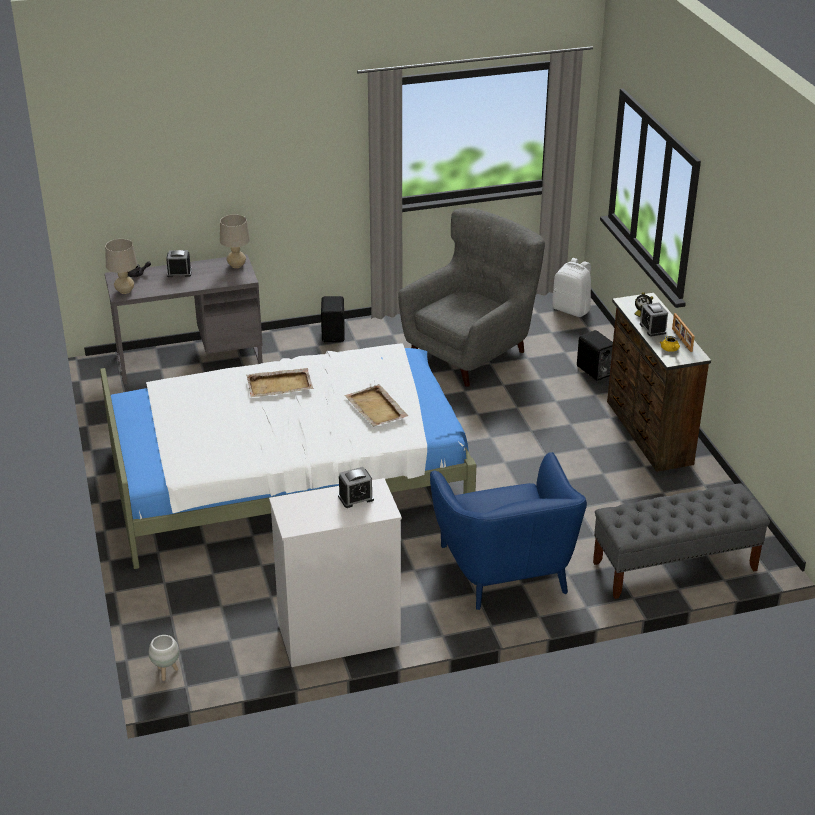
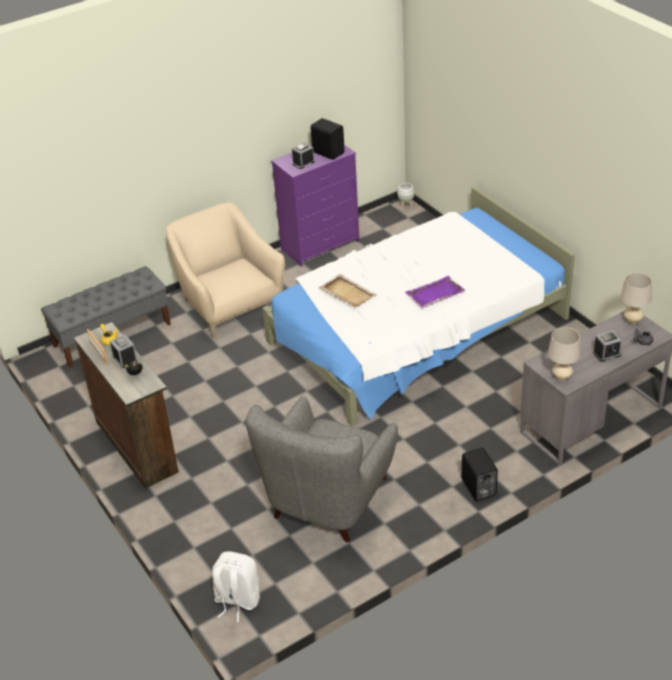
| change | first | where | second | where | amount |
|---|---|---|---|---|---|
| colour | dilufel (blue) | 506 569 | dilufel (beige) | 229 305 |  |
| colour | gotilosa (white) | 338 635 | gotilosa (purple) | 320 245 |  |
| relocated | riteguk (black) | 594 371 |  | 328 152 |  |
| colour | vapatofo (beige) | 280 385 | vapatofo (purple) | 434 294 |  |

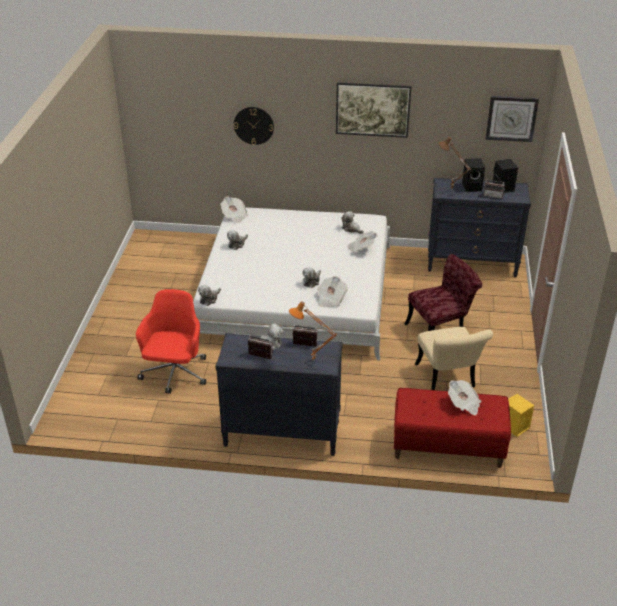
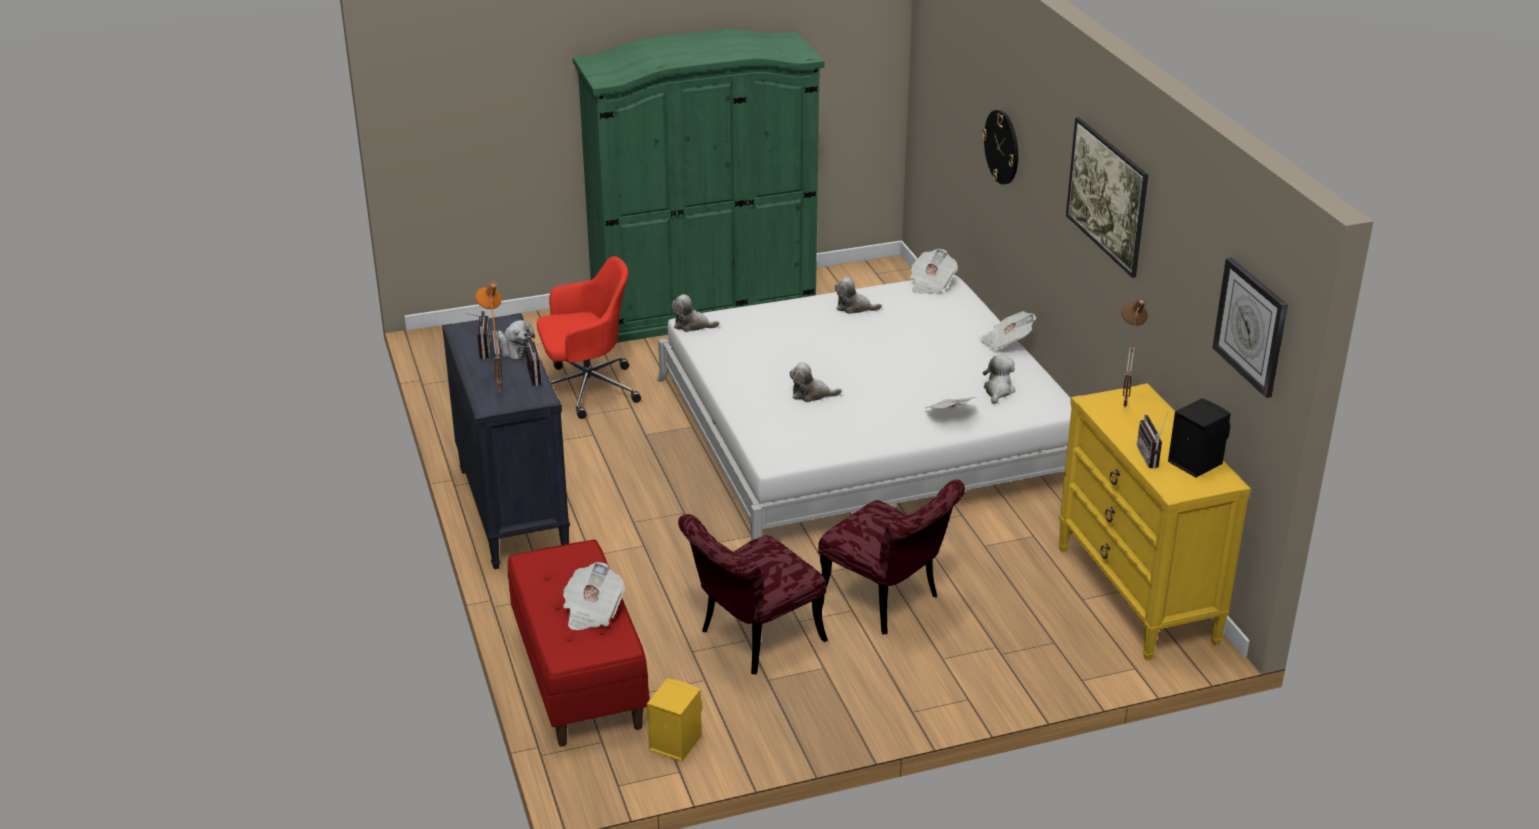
| change | first | where | second | where | amount |
|---|---|---|---|---|---|
| appeared |  |  | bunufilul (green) | 703 307 |  |
| colour | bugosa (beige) | 448 380 | bugosa (red) | 752 640 |  |
| relocated | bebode | 331 299 |  | 1006 343 |  |
| colour | gotilosa (black) | 472 263 | gotilosa (yellow) | 1137 595 |  |
| missing | riteguk (black) | 472 187 |  |  |  |

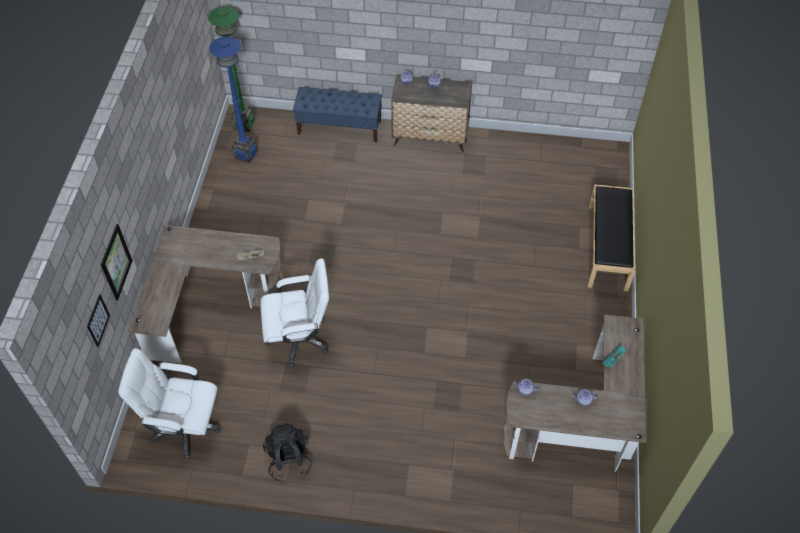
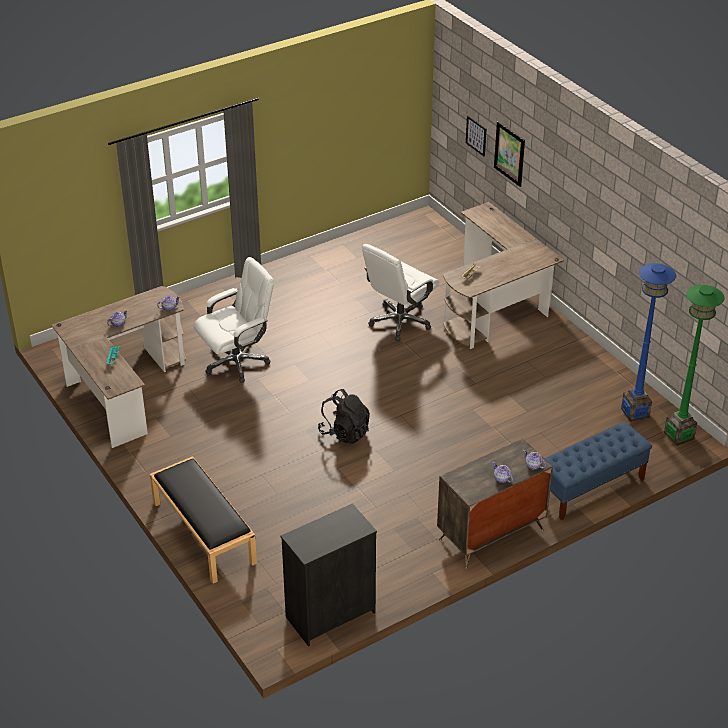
| change | first | where | second | where | amount |
|---|---|---|---|---|---|
| relocated | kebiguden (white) | 184 427 |  | 237 362 |  |
| appeared |  |  | gotilosa (black) | 330 614 |  |
| relocated | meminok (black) | 289 459 |  | 344 432 |  |

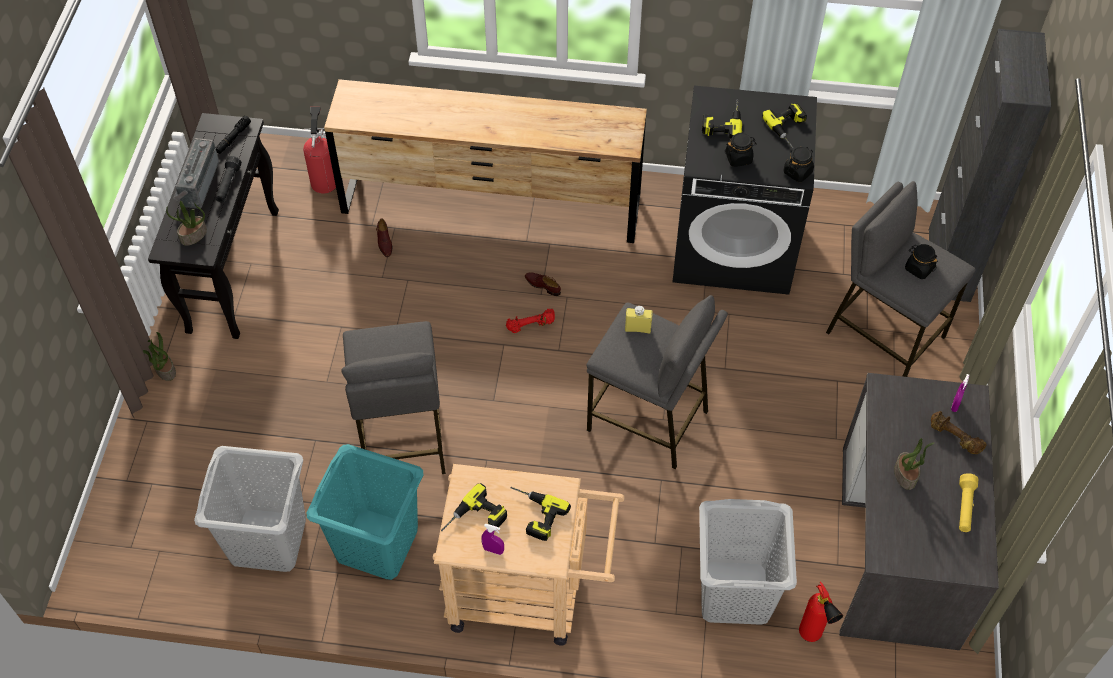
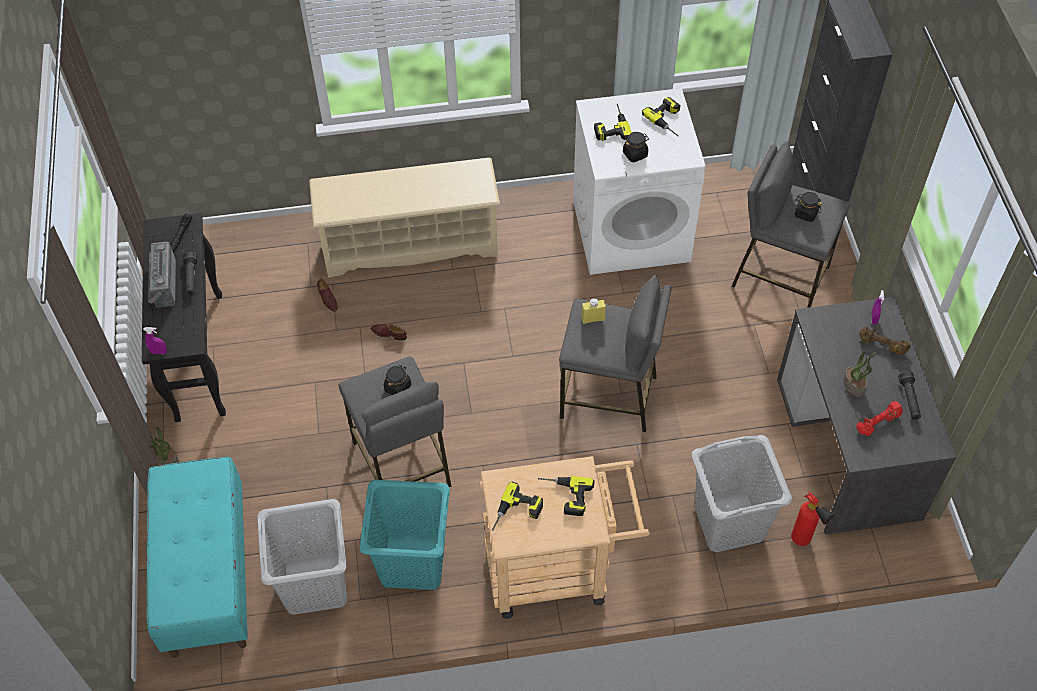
| change | first | where | second | where | amount |
|---|---|---|---|---|---|
| relocated | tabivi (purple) | 493 550 |  | 159 352 |  |
| appeared |  |  | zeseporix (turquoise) | 207 575 |  |
| exchanged | gotilosa (brown) | 491 204 | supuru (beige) | 410 244 |  |
| relocated | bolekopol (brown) | 542 285 |  | 389 334 |  |
| relocated | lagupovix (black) | 797 172 |  | 398 387 |  |
| colour | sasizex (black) | 735 245 | sasizex (white) | 631 230 |  |
| relocated | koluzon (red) | 531 325 |  | 878 423 |  |
| colour | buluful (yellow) | 964 507 | buluful (black) | 909 400 |  |
| missing | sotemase | 193 236 |  |  |  |
| missing | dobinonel | 324 180 |  |  |  |

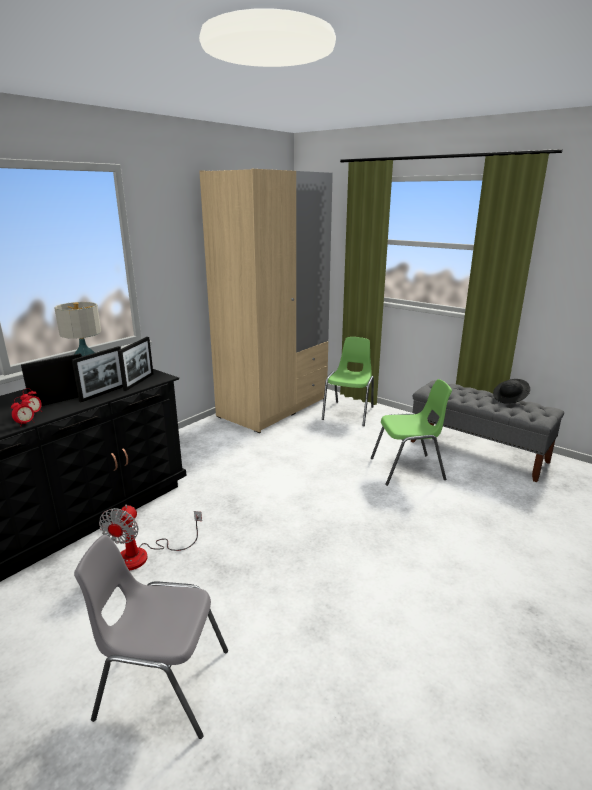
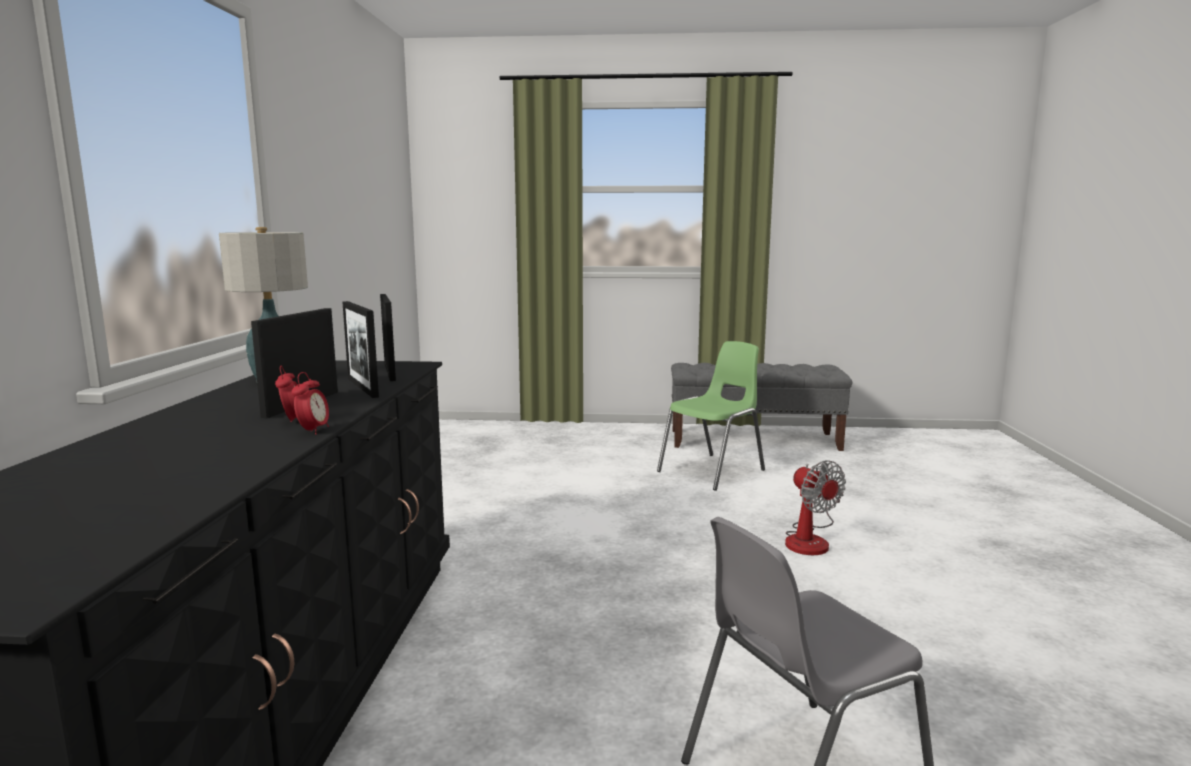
| change | first | where | second | where | amount |
|---|---|---|---|---|---|
| spun | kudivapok | 103 393 |  | 362 387 | 150 degrees clockwise |
| relocated | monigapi | 144 555 |  | 810 539 |  |
| missing | bunufilul (beige) | 273 407 |  |  |  |
| missing | bugosa (green) | 349 413 |  |  |  |
| missing | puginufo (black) | 510 399 |  |  |  |

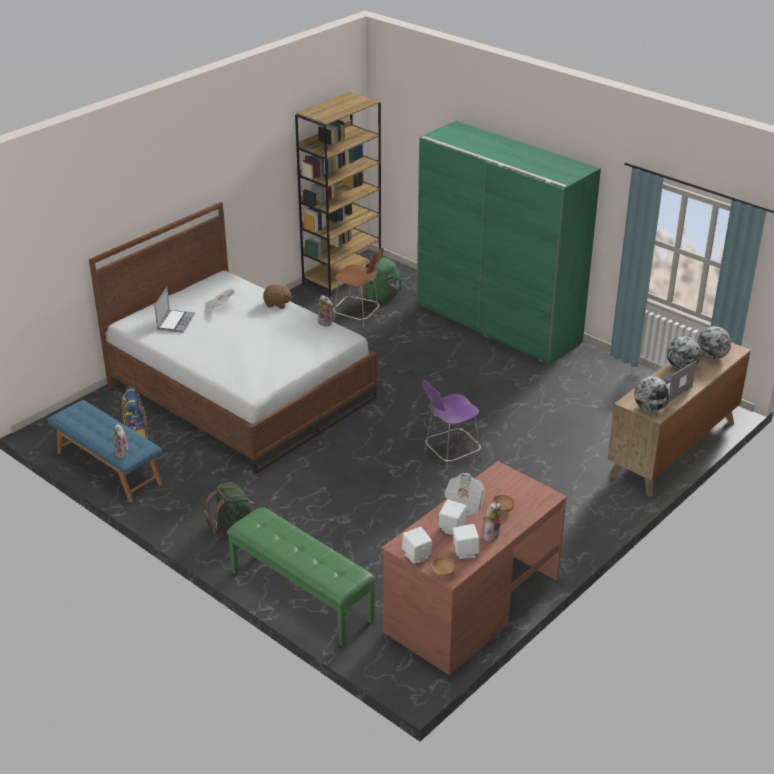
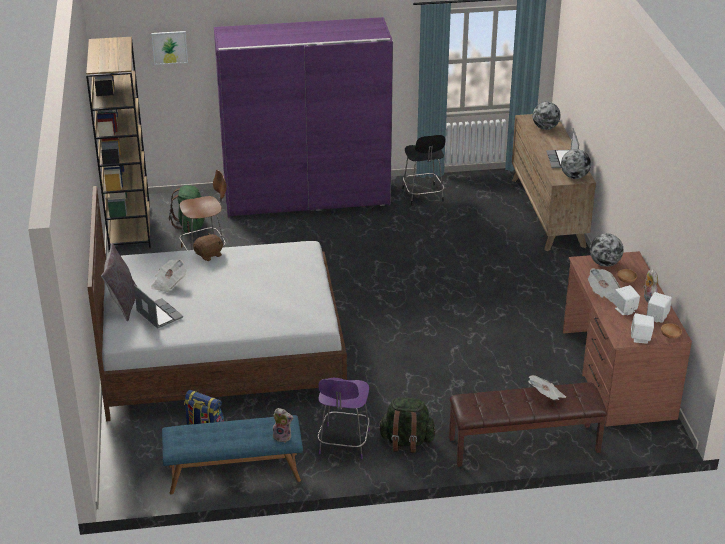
| change | first | where | second | where | amount |
|---|---|---|---|---|---|
| appeared |  |  | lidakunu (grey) | 122 304 |  |
| appeared |  |  | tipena | 169 47 |  |
| colour | bunufilul (green) | 497 323 | bunufilul (purple) | 307 197 |  |
| relocated | bugosa (purple) | 450 457 |  | 343 443 |  |
| appeared |  |  | bugosa (black) | 423 195 |  |
| colour | zeseporix (green) | 300 596 | zeseporix (brown) | 524 445 |  |
| appeared |  |  | bebode | 546 396 |  |
| relocated | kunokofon | 681 367 |  | 604 263 |  |
| missing | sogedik | 326 322 |  |  |  |

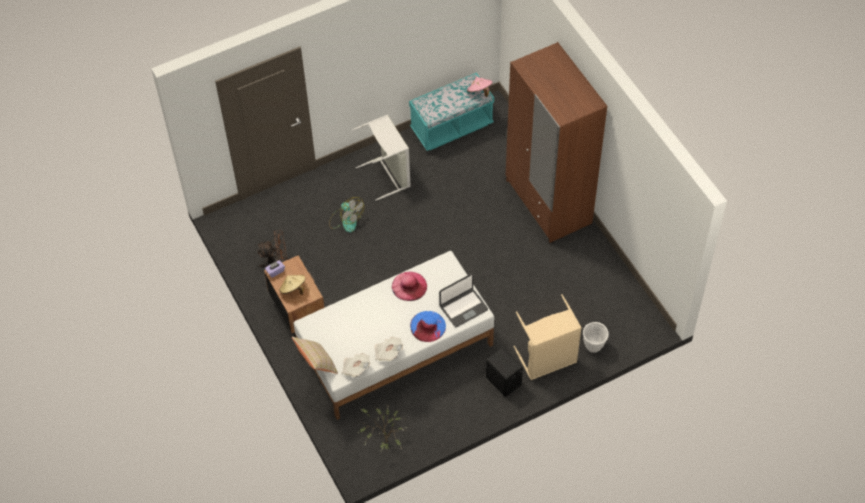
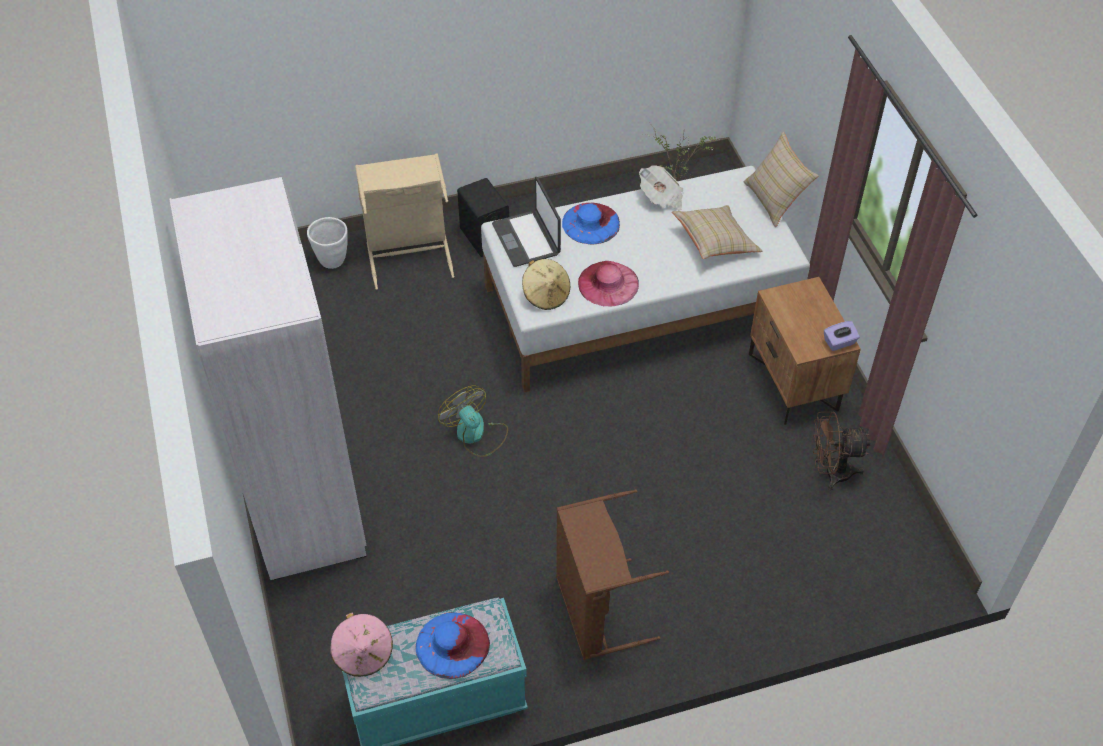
| change | first | where | second | where | amount |
|---|---|---|---|---|---|
| colour | bunufilul (brown) | 548 202 | bunufilul (white) | 304 499 |  |
| appeared |  |  | puginufo (blue) | 452 645 |  |
| relocated | monigapi | 346 220 |  | 476 434 |  |
| spun | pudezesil | 463 308 |  | 527 239 | 90 degrees counterclockwise |
| relocated | puginufo (beige) | 293 289 |  | 546 295 |  |
| colour | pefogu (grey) | 388 175 | pefogu (brown) | 595 611 |  |
| appeared |  |  | lidakunu (beige) | 714 242 |  |
| missing | bebode | 355 368 |  |  |  |

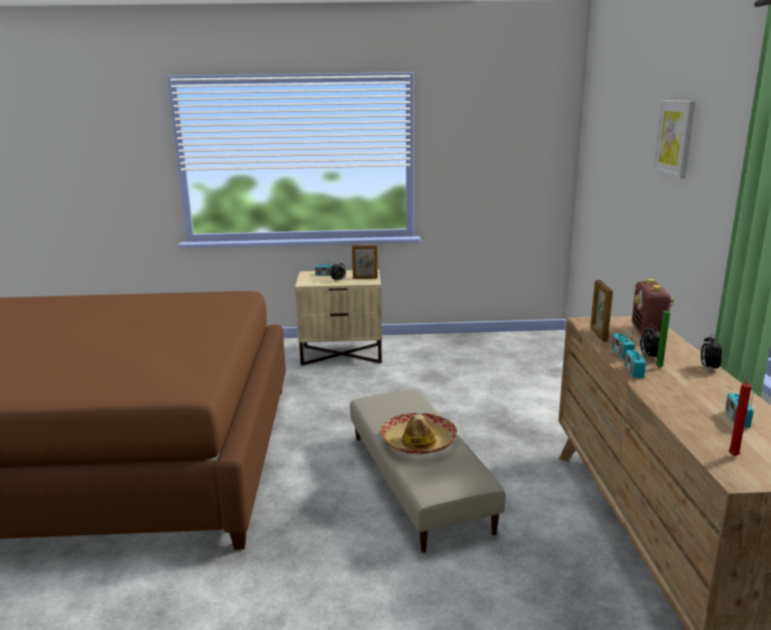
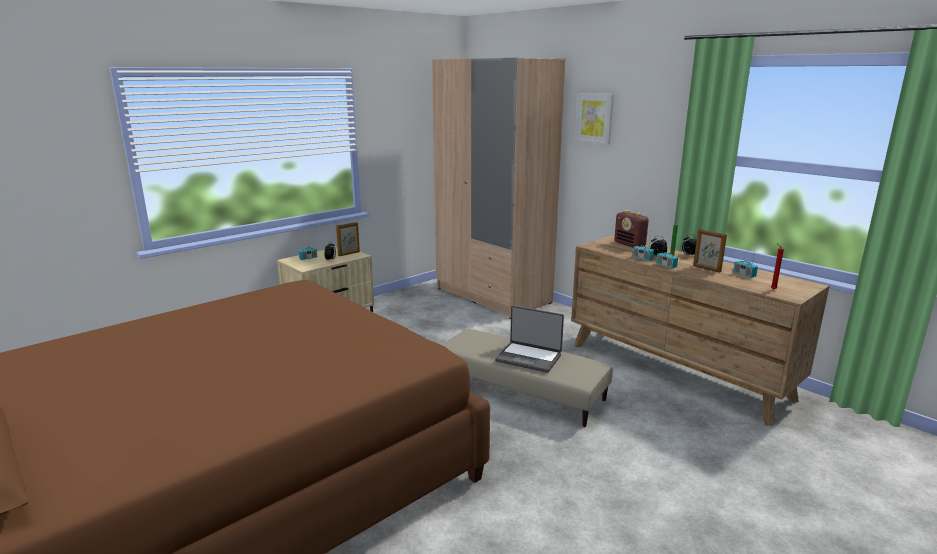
| change | first | where | second | where | amount |
|---|---|---|---|---|---|
| appeared |  |  | bunufilul (beige) | 493 295 |  |
| exchanged | puginufo | 418 442 | pudezesil | 529 357 |  |
| relocated | kudivapok | 598 334 |  | 706 269 |  |

